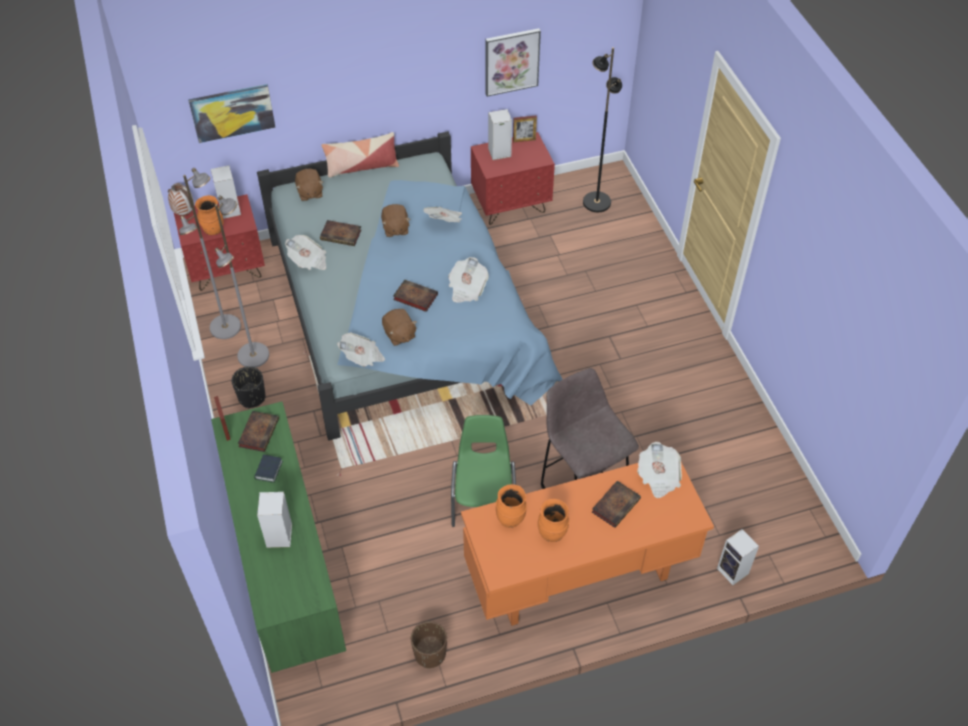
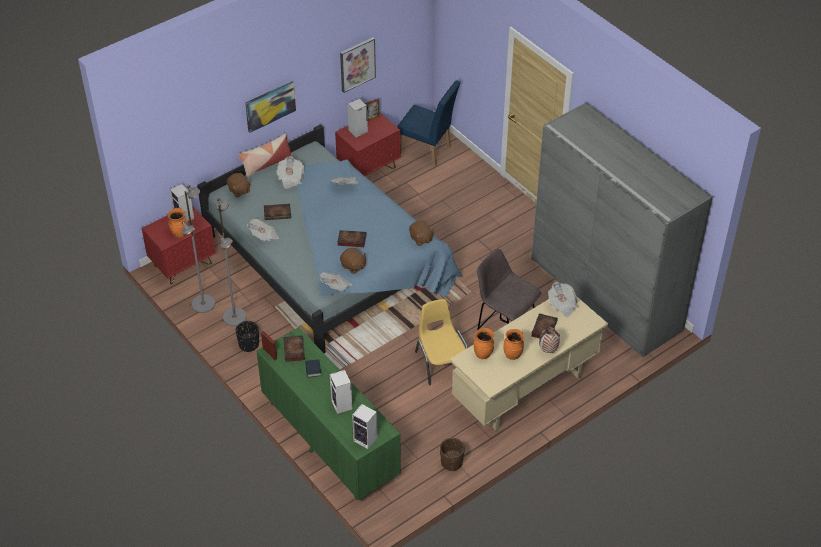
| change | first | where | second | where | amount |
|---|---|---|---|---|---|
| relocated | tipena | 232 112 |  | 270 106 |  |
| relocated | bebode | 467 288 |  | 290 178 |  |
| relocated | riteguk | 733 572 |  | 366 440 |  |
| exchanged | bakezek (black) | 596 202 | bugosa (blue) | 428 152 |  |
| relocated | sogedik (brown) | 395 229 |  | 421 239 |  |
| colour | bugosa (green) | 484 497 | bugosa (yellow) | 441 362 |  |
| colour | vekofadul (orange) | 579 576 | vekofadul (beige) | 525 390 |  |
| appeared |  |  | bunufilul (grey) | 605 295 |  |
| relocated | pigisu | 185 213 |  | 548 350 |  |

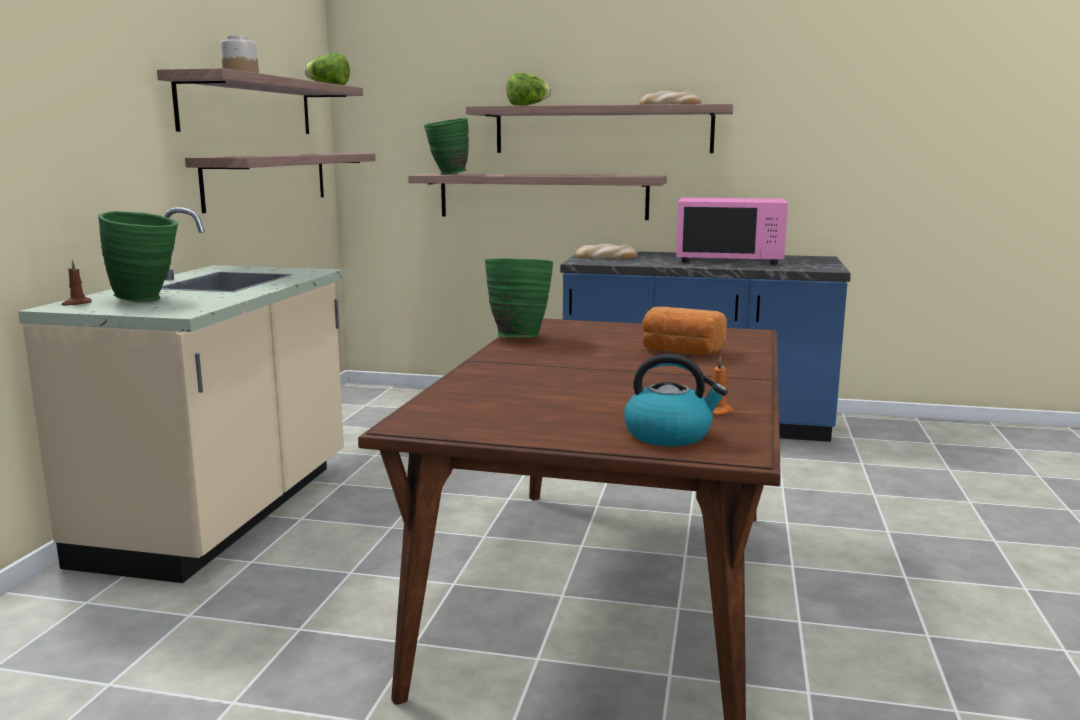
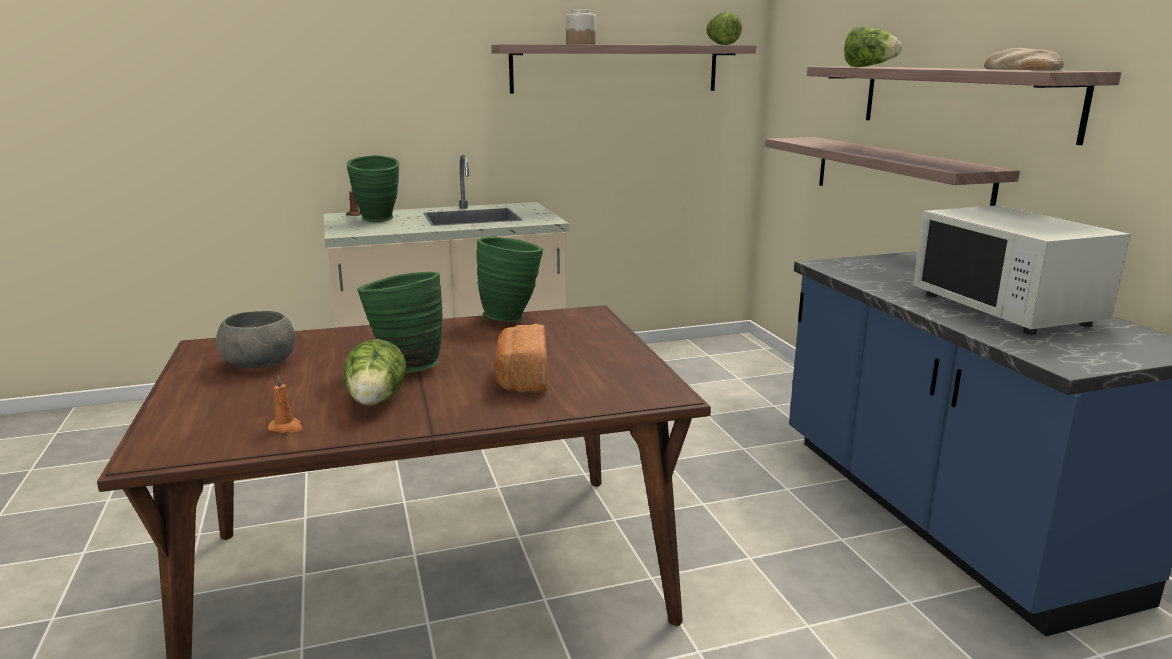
| change | first | where | second | where | amount |
|---|---|---|---|---|---|
| appeared |  |  | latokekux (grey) | 260 363 |  |
| appeared |  |  | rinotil | 376 402 |  |
| relocated | pigisu (green) | 447 174 |  | 405 367 |  |
| colour | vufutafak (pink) | 729 260 | vufutafak (white) | 1005 309 |  |
| missing | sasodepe | 268 179 |  |  |  |
| missing | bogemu | 605 257 |  |  |  |
| missing | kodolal | 669 435 |  |  |  |

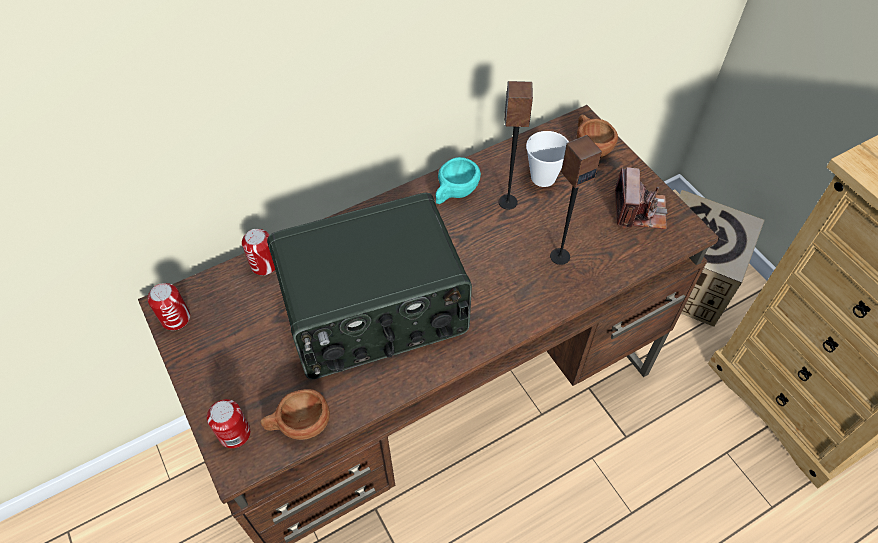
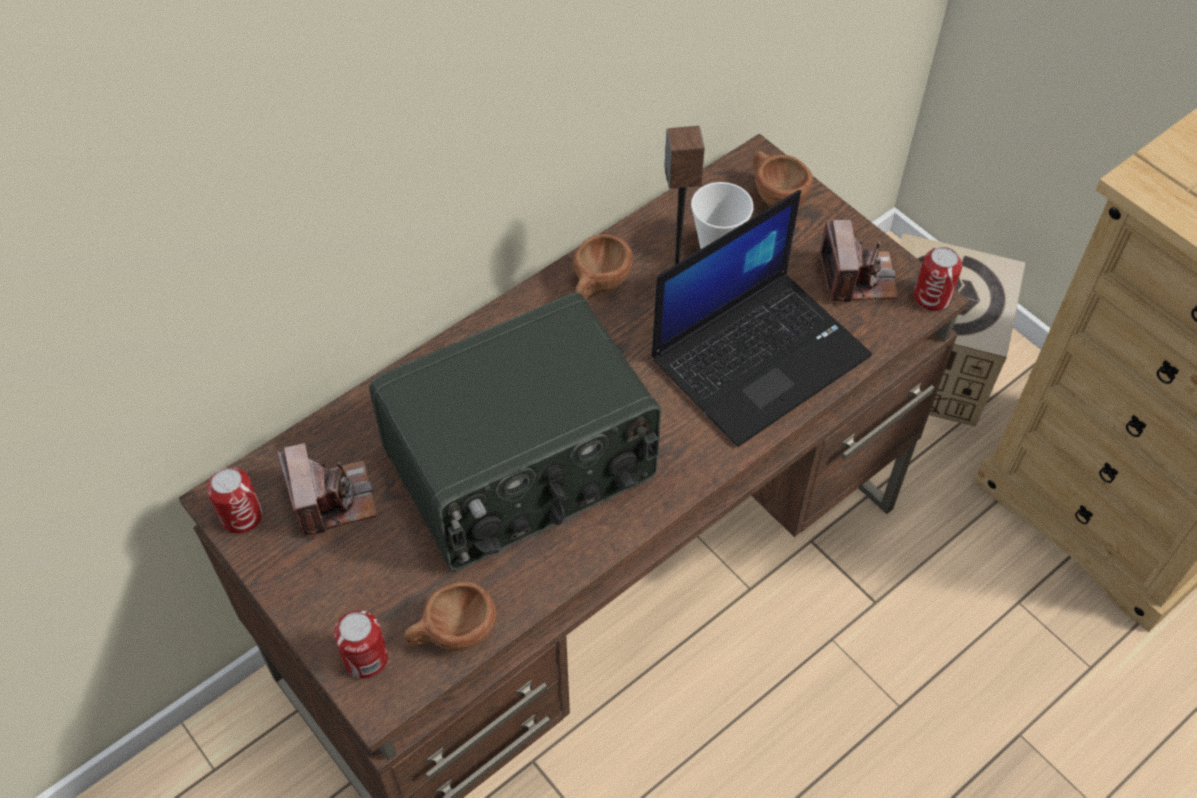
| change | first | where | second | where | amount |
|---|---|---|---|---|---|
| appeared |  |  | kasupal | 331 499 |  |
| colour | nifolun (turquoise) | 454 193 | nifolun (brown) | 598 286 |  |
| exchanged | riteguk | 559 256 | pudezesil | 760 355 |  |
| relocated | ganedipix | 264 264 |  | 931 297 |  |

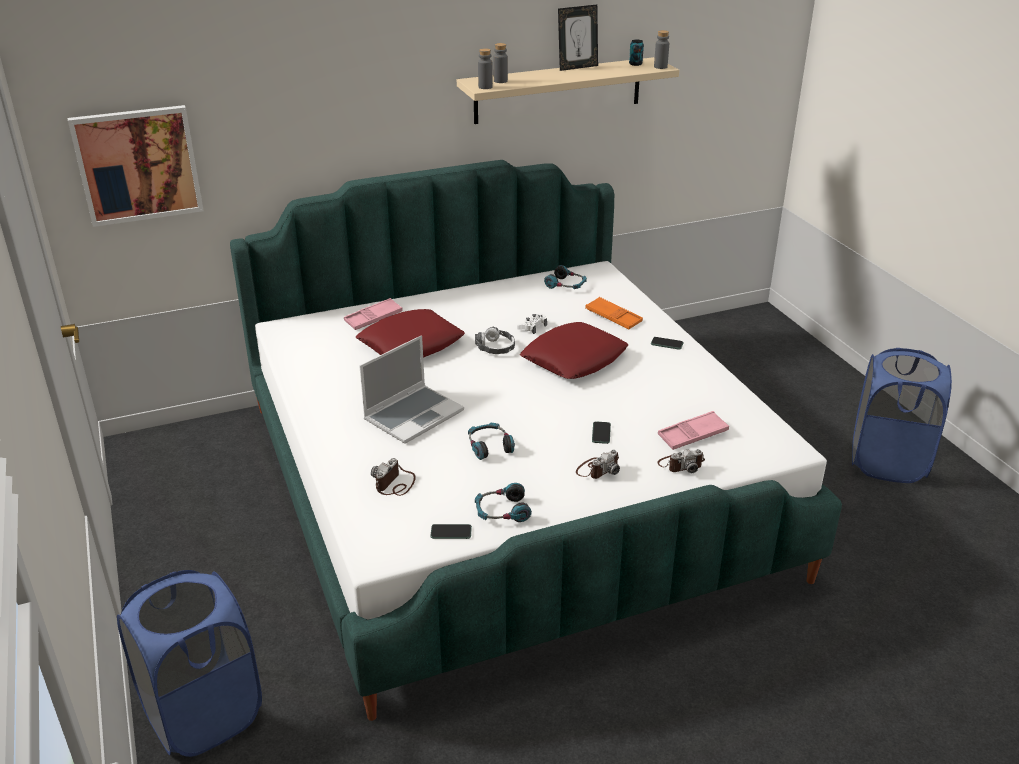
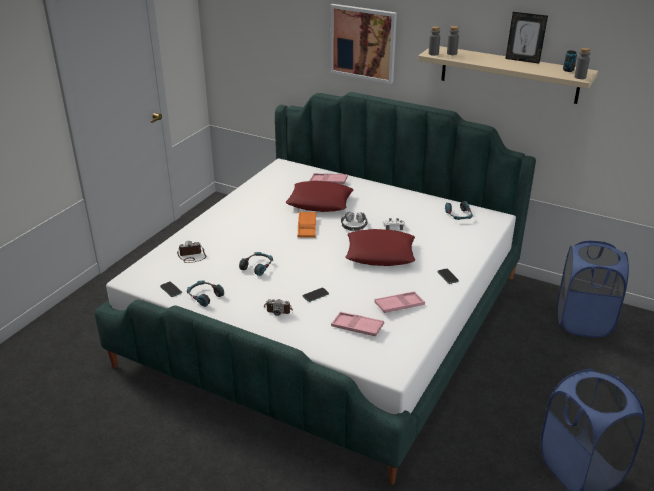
| change | first | where | second | where | amount |
|---|---|---|---|---|---|
| relocated | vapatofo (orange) | 613 317 |  | 307 227 |  |
| relocated | tipena | 138 165 |  | 363 43 |  |
| appeared |  |  | vapatofo (pink) | 399 305 |  |
| relocated | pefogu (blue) | 204 714 |  | 583 322 |  |
| missing | pudezesil | 414 415 |  |  |  |
| missing | kasupal | 680 465 |  |  |  |

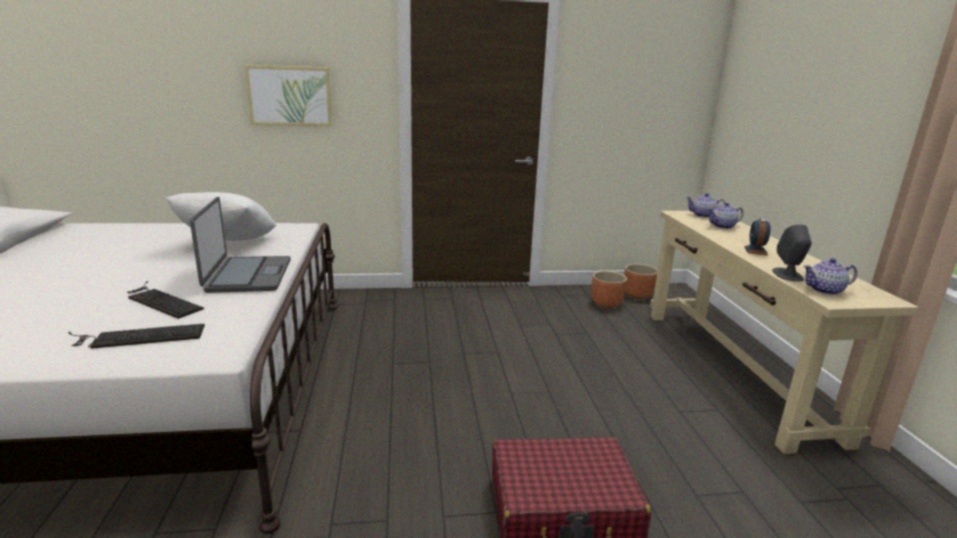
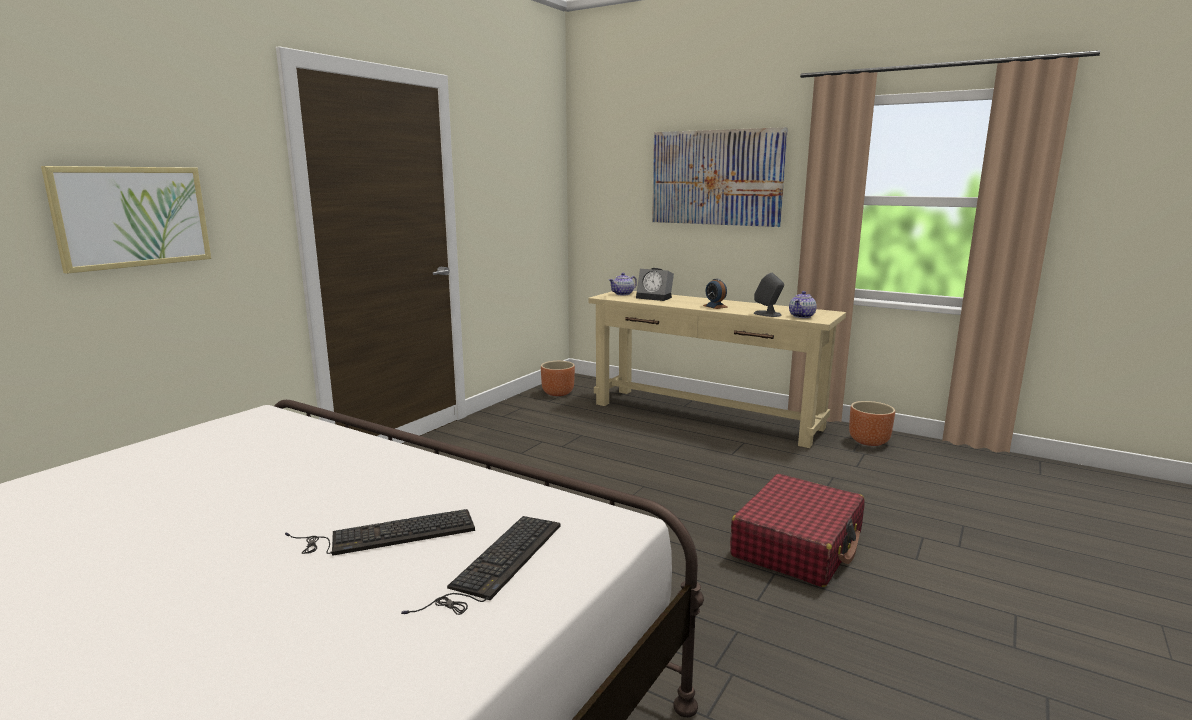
| change | first | where | second | where | amount |
|---|---|---|---|---|---|
| exchanged | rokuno | 723 226 | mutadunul | 655 297 |  |
| appeared |  |  | tipena | 716 178 |  |
| relocated | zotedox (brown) | 606 304 |  | 869 441 |  |
| missing | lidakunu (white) | 228 244 |  |  |  |
| missing | pudezesil | 248 275 |  |  |  |

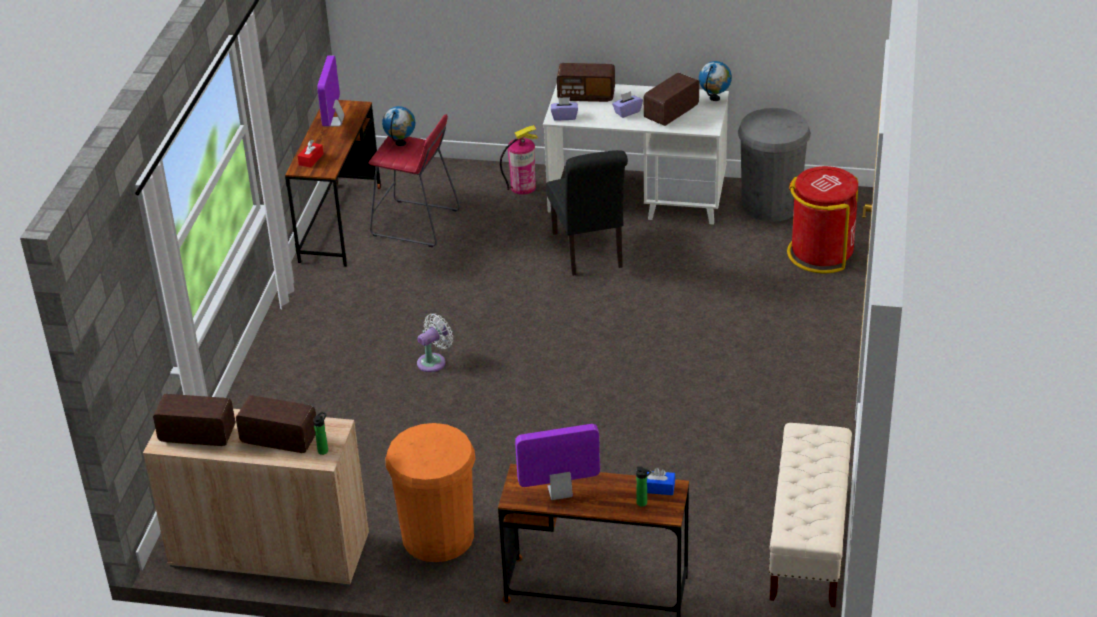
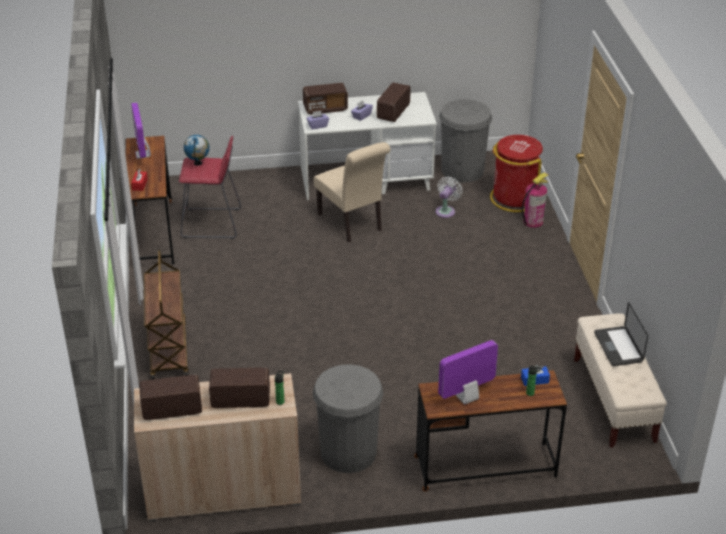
| change | first | where | second | where | amount |
|---|---|---|---|---|---|
| appeared |  |  | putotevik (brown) | 168 350 |  |
| colour | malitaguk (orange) | 438 536 | malitaguk (grey) | 348 452 |  |
| colour | bugosa (black) | 589 253 | bugosa (beige) | 352 224 |  |
| relocated | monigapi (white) | 434 361 |  | 446 211 |  |
| relocated | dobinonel | 523 187 |  | 533 221 |  |
| appeared |  |  | pudezesil | 618 347 |  |
| missing | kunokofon | 714 98 |  |  |  |

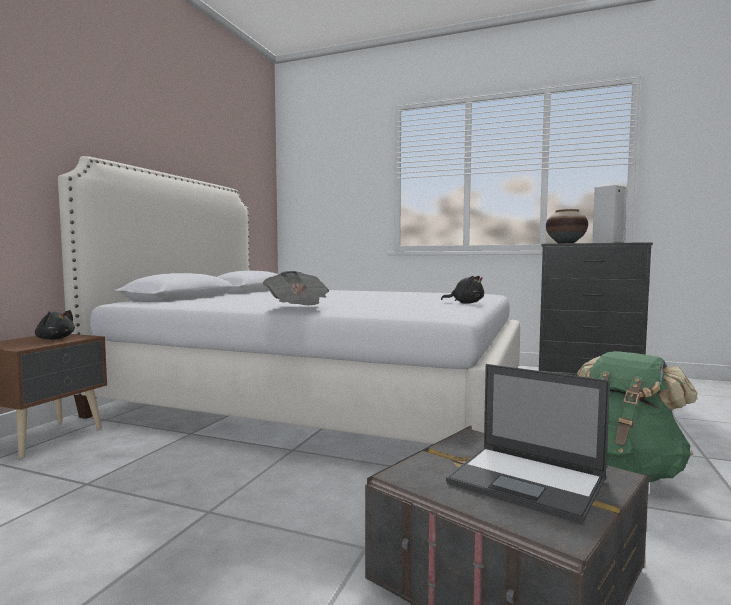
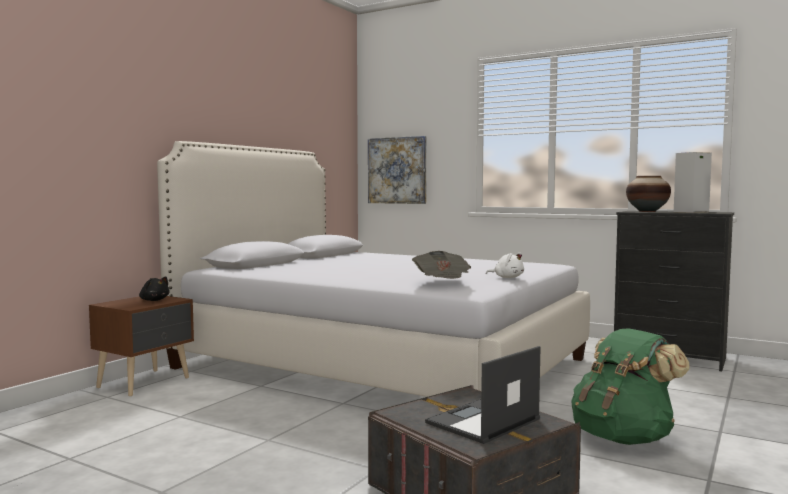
| change | first | where | second | where | amount |
|---|---|---|---|---|---|
| appeared |  |  | tipena | 397 170 |  |
| relocated | bebode | 298 308 |  | 442 282 |  |
| spun | pudezesil | 528 482 |  | 482 421 | 90 degrees clockwise |
| colour | sogedik (black) | 465 303 | sogedik (white) | 507 278 |  |

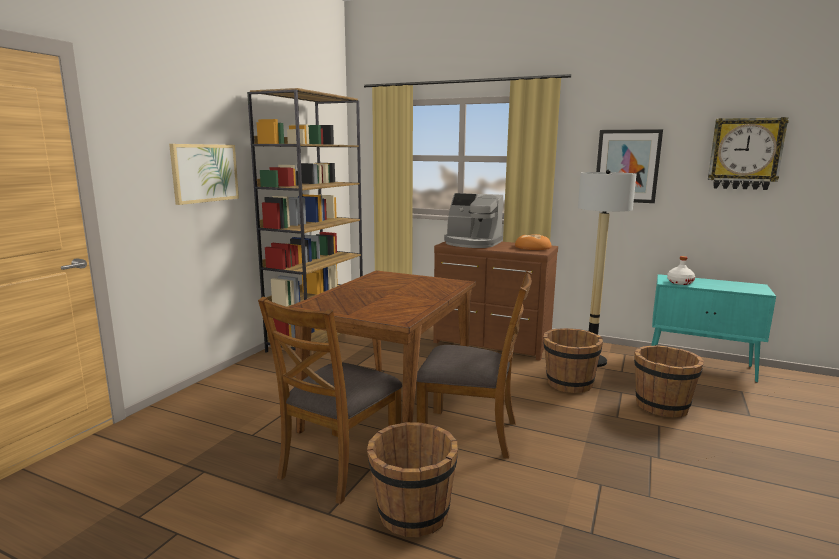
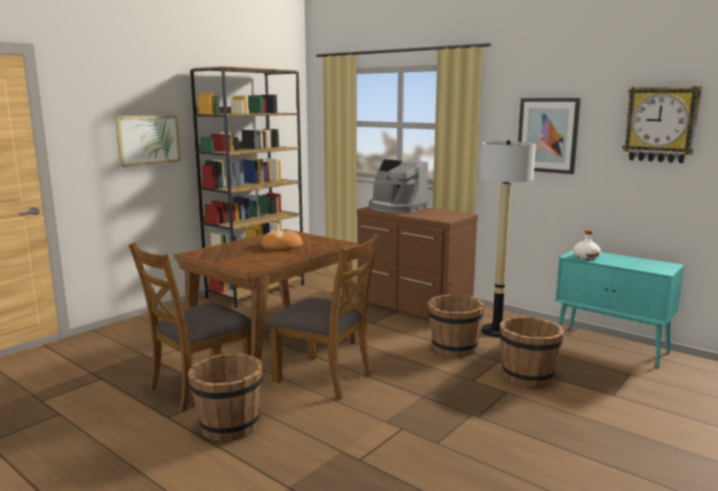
| change | first | where | second | where | amount |
|---|---|---|---|---|---|
| relocated | bogemu | 533 247 |  | 282 245 |  |

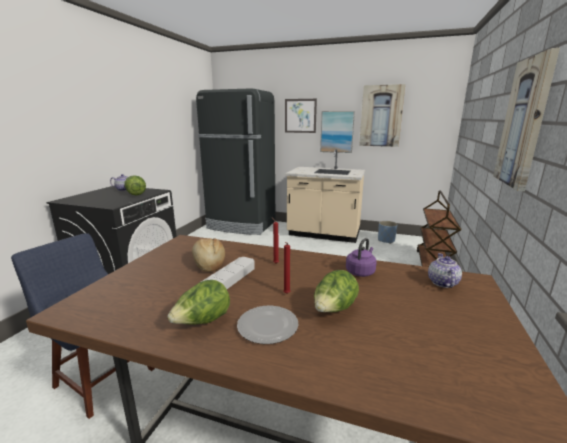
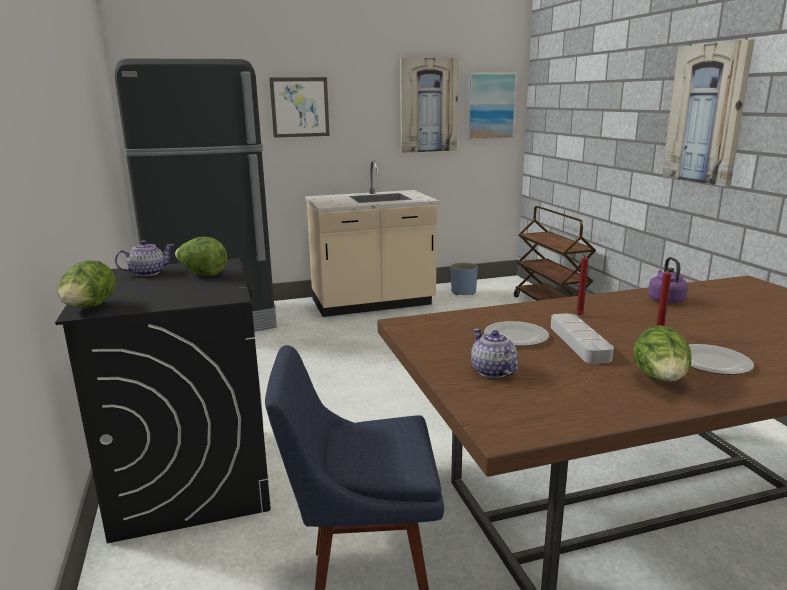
| change | first | where | second | where | amount |
|---|---|---|---|---|---|
| relocated | rinotil | 334 310 |  | 89 308 |  |
| relocated | tipena | 337 132 |  | 490 106 |  |
| relocated | rokuno | 442 283 |  | 493 371 |  |
| exchanged | bogemu | 208 263 | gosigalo | 515 336 |  |

